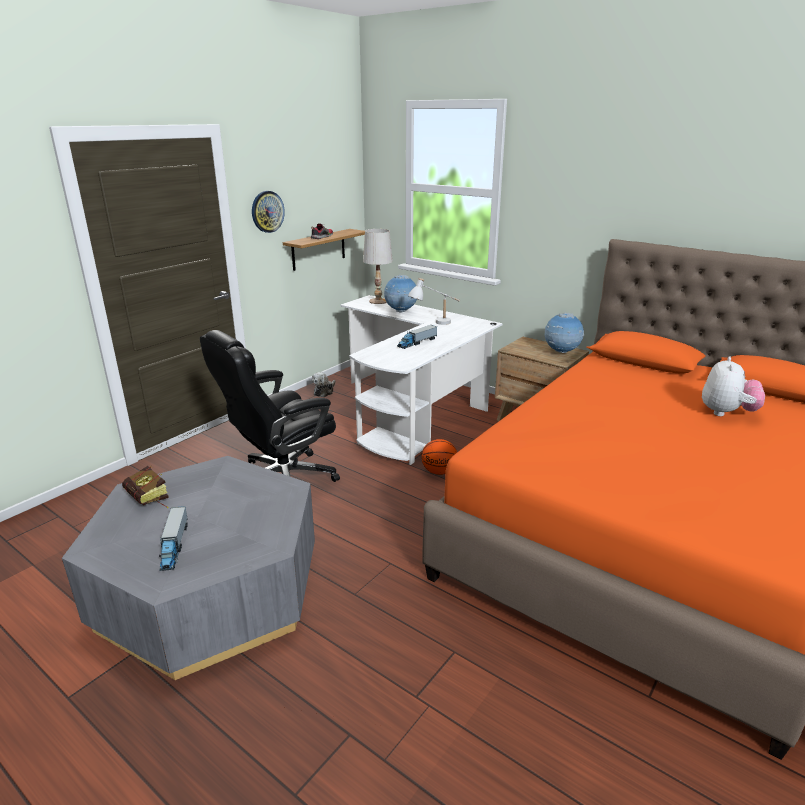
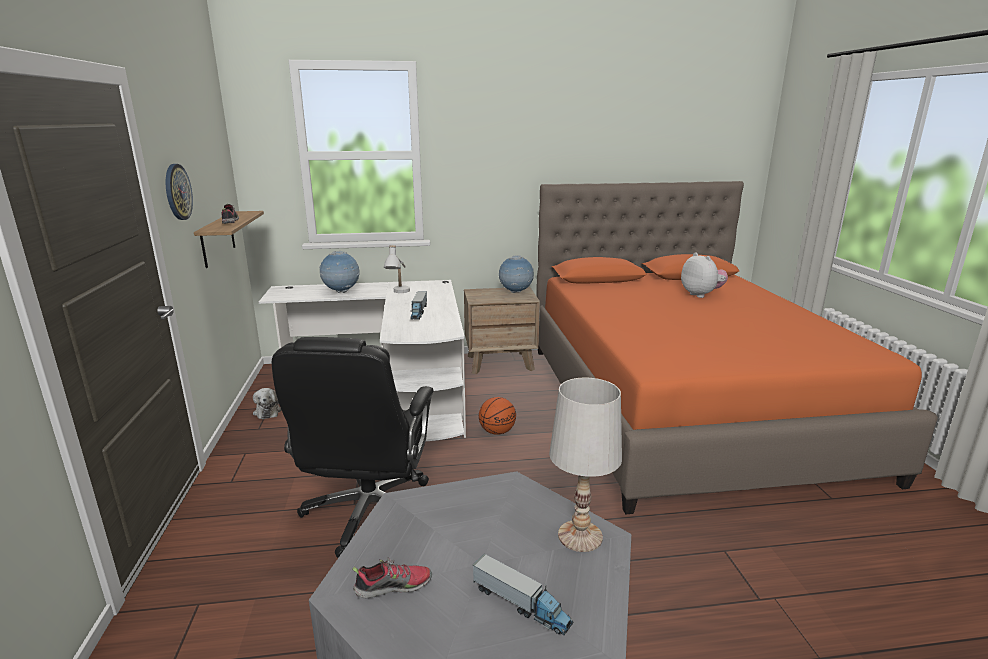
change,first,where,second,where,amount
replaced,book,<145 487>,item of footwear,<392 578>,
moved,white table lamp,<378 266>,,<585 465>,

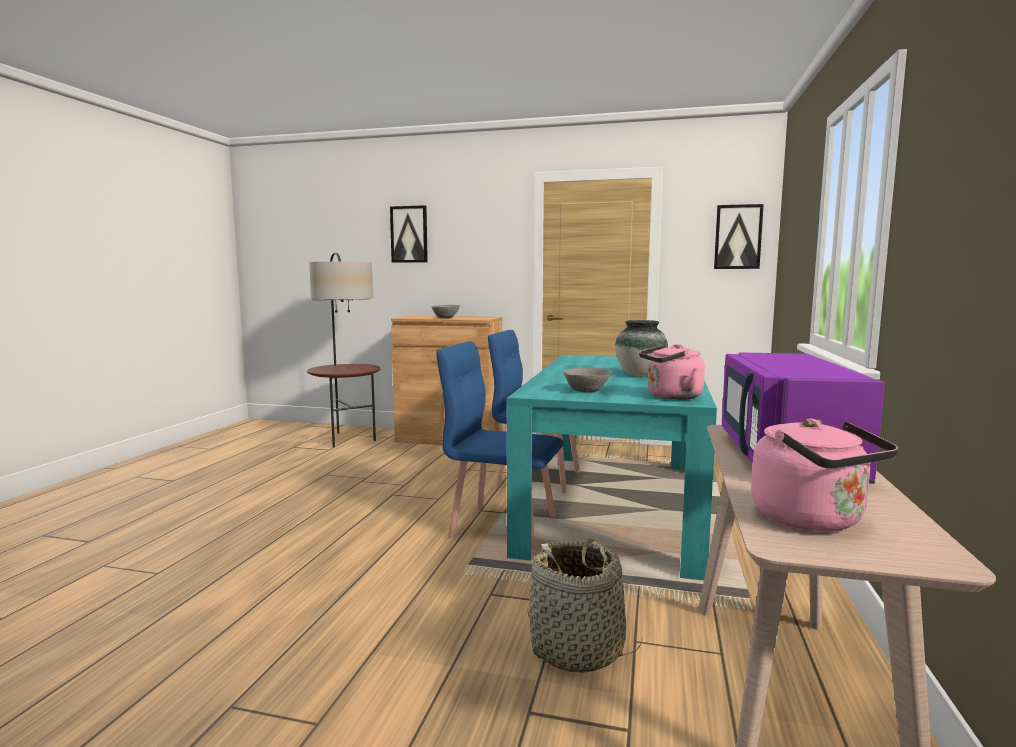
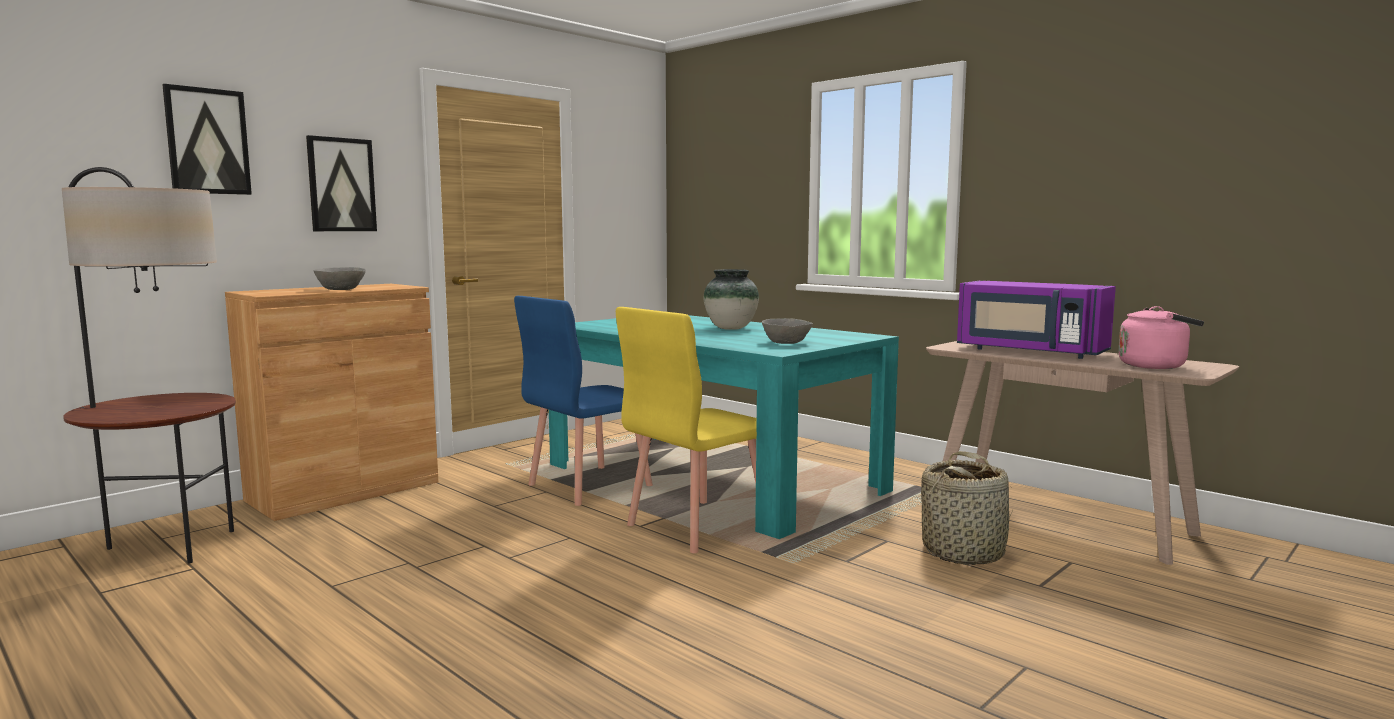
change,first,where,second,where,amount
moved,wall picture,<739 236>,,<341 183>,
recoloured,blue plain chair,<500 445>,yellow-coloured plain chair,<686 430>,
removed,pink kettle,<672 372>,,,

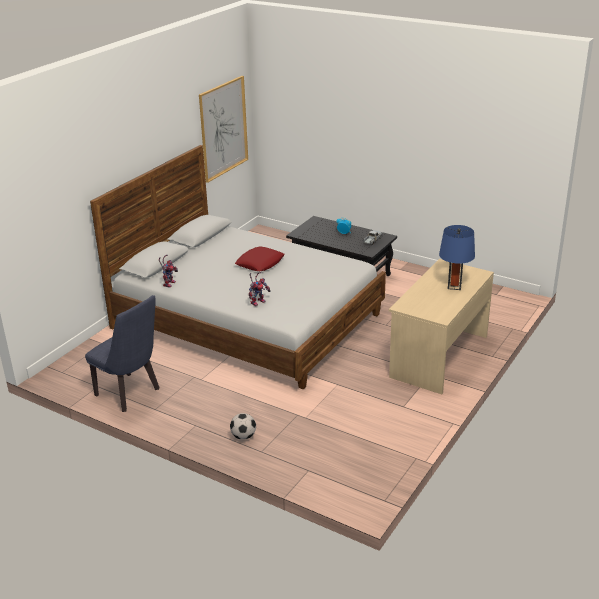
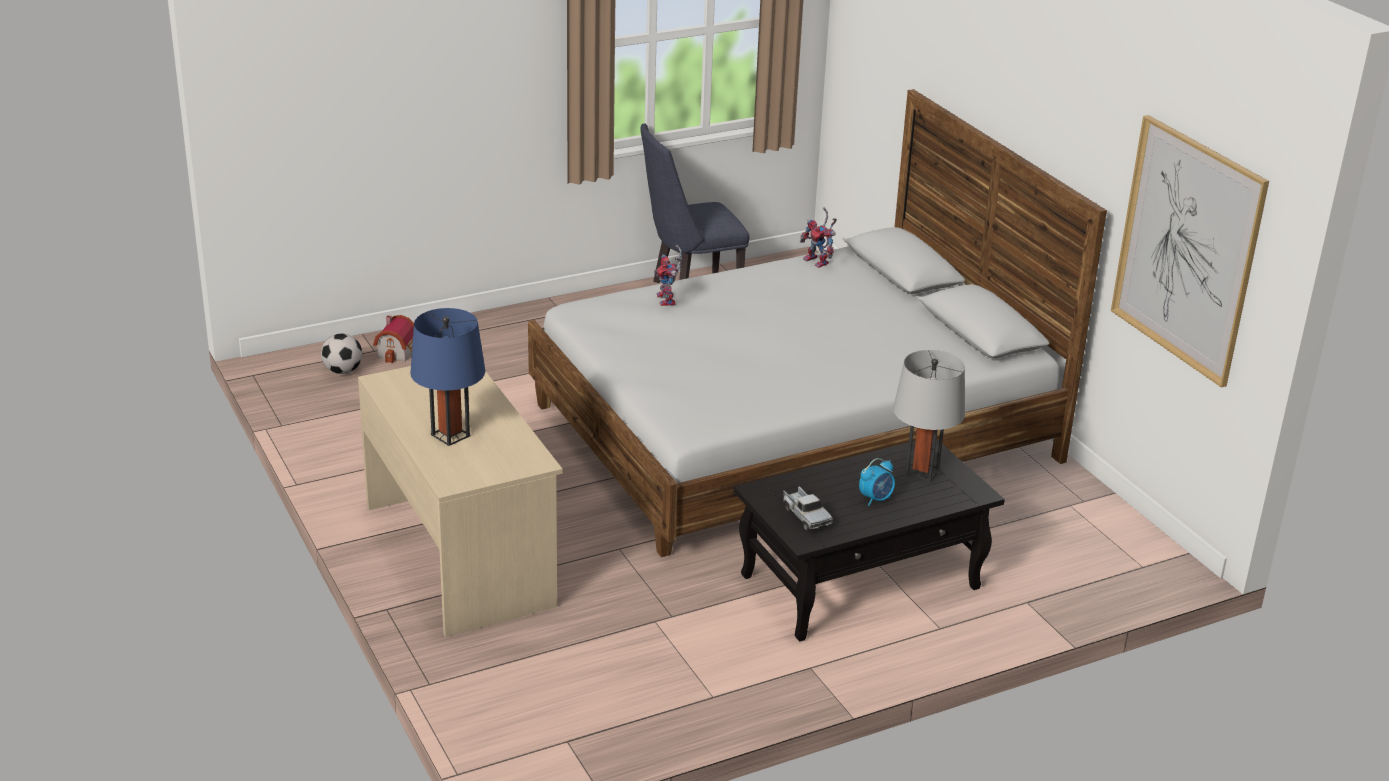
change,first,where,second,where,amount
moved,football,<243 426>,,<341 353>,
added,,,toy house,<393 339>,
added,,,gray table lamp,<929 416>,
removed,red throw pillow,<260 259>,,,

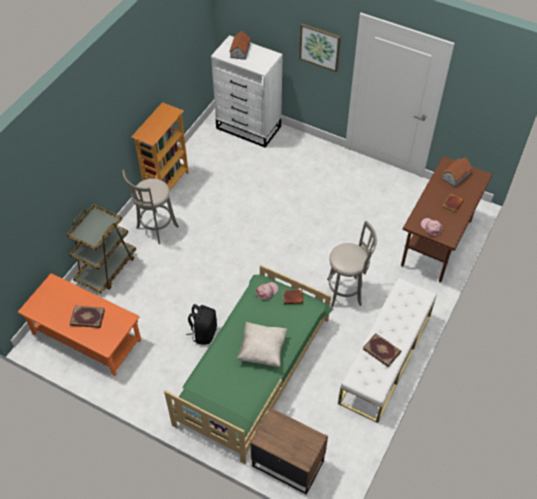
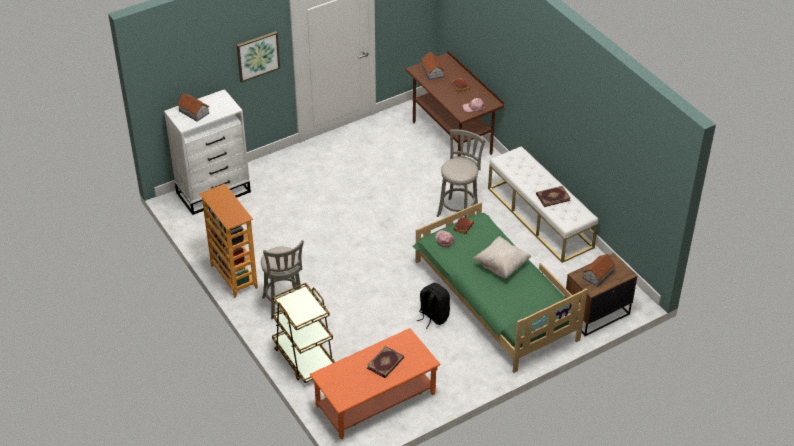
change,first,where,second,where,amount
added,,,toy house,<599 270>,

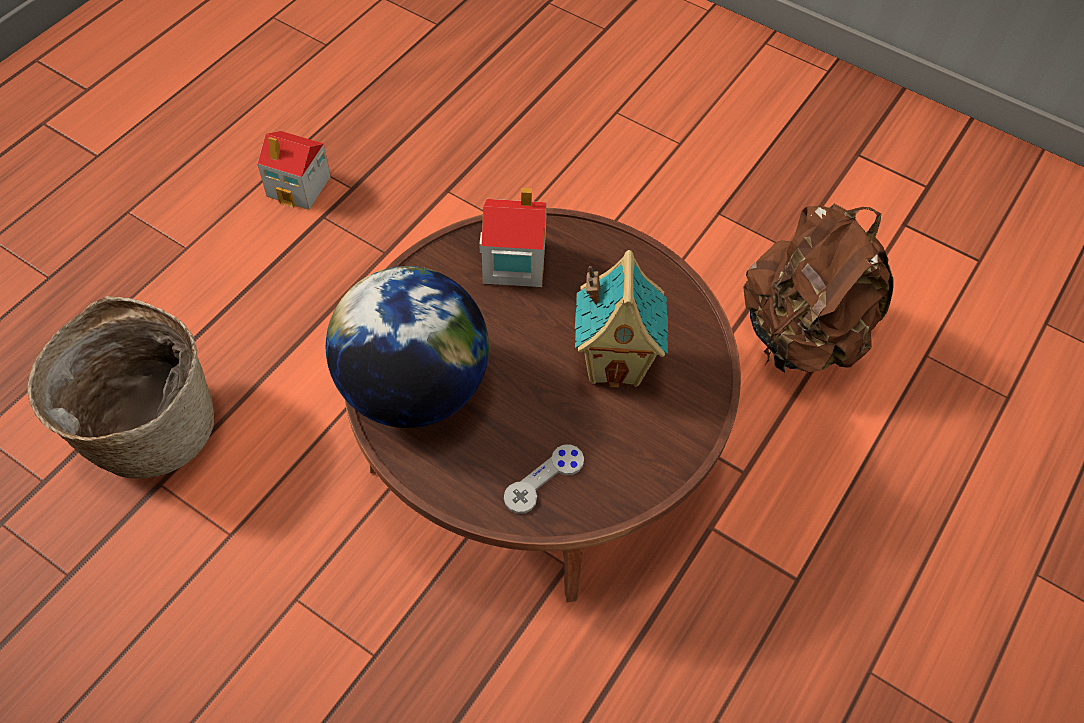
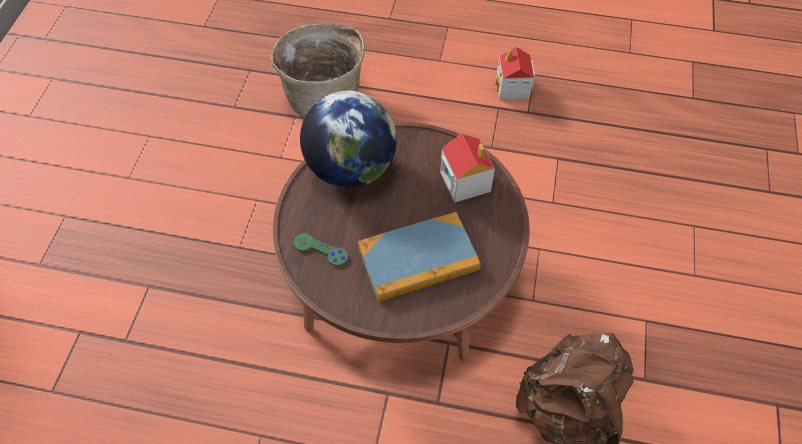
change,first,where,second,where,amount
recoloured,gray gamepad,<544 479>,greenish gamepad,<320 249>,
replaced,toy house,<621 319>,book,<419 257>,

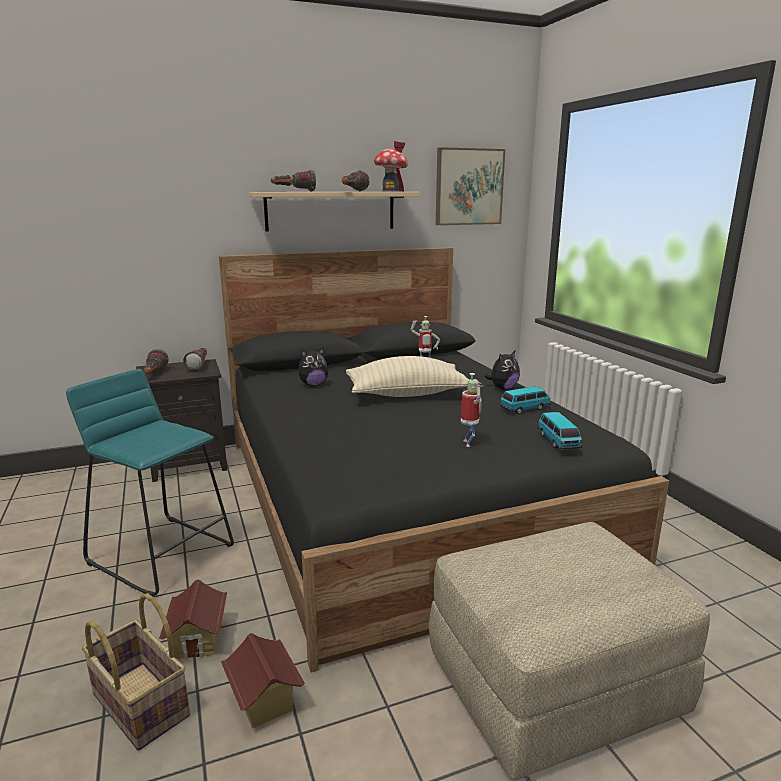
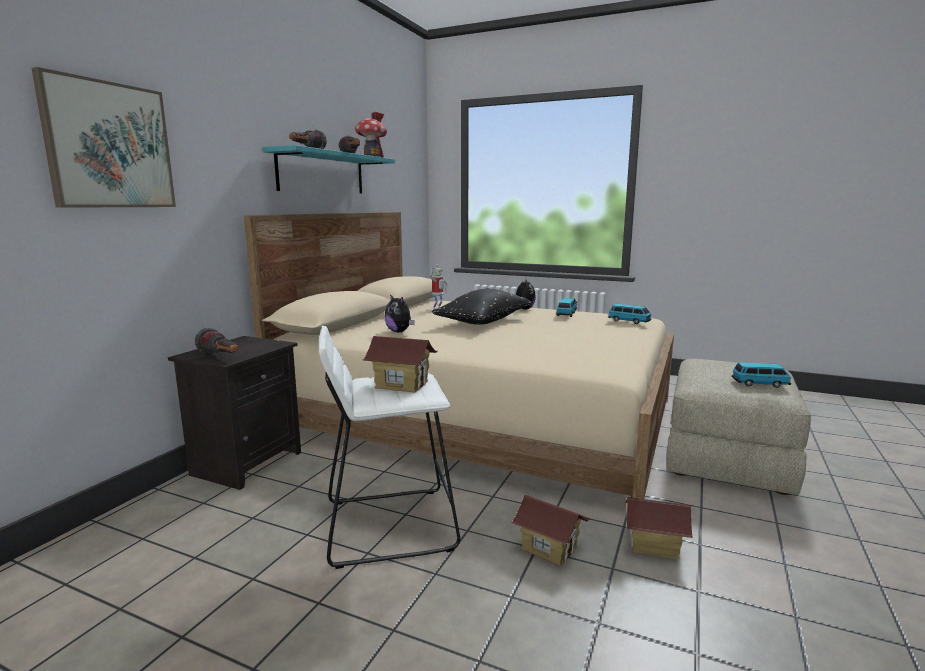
change,first,where,second,where,amount
moved,wall picture,<470 186>,,<104 137>,
recoloured,black-coloured bed,<444 460>,beige bed,<459 355>,
recoloured,beige shelf,<333 212>,blue-green shelf,<328 169>,
recoloured,blue-green stool,<150 483>,white stool,<389 447>,
added,,,toy house,<400 364>,
turned,soft toy,<313 366>,,<400 313>,120 degrees clockwise
recoloured,beige throw pillow,<407 376>,black-coloured throw pillow,<482 307>,
added,,,toy car,<761 375>,
removed,household basket,<136 672>,,,
removed,hand torch,<195 360>,,,
removed,model robot,<472 410>,,,

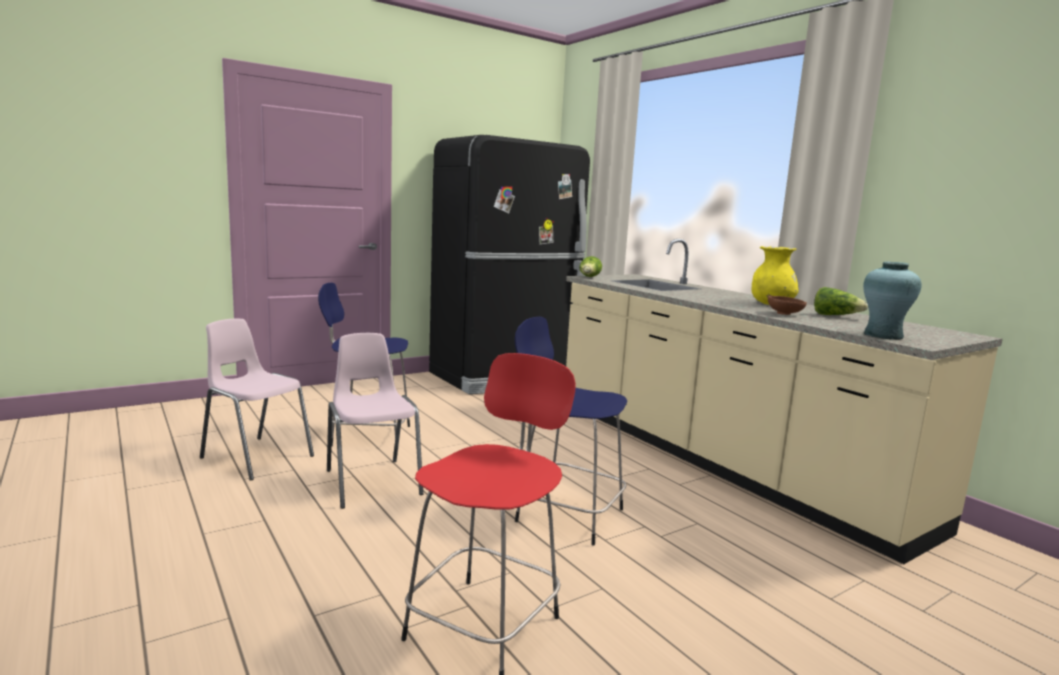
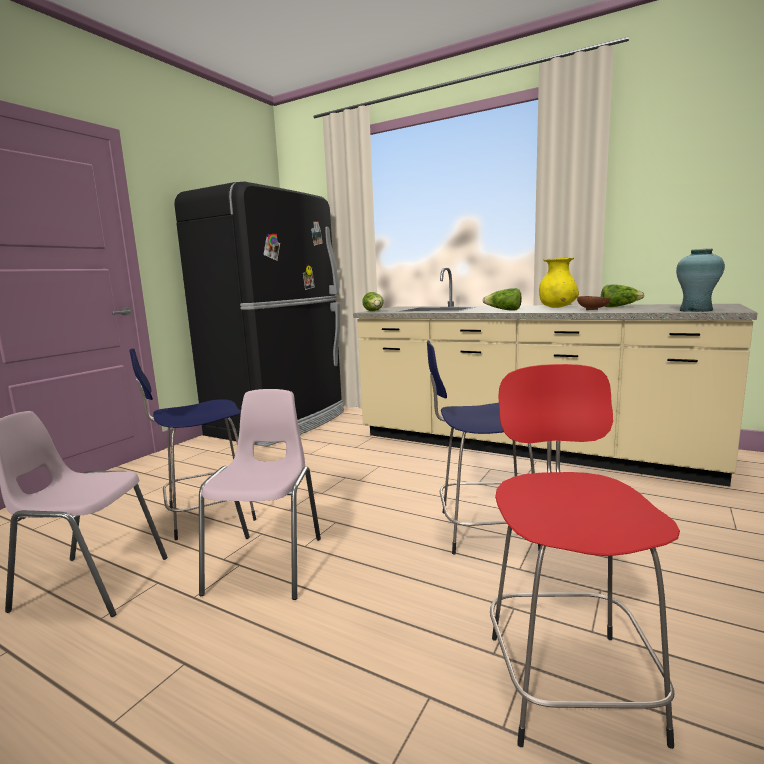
change,first,where,second,where,amount
turned,pink plain chair,<375 421>,,<260 494>,60 degrees clockwise
added,,,lettuce head,<502 299>,

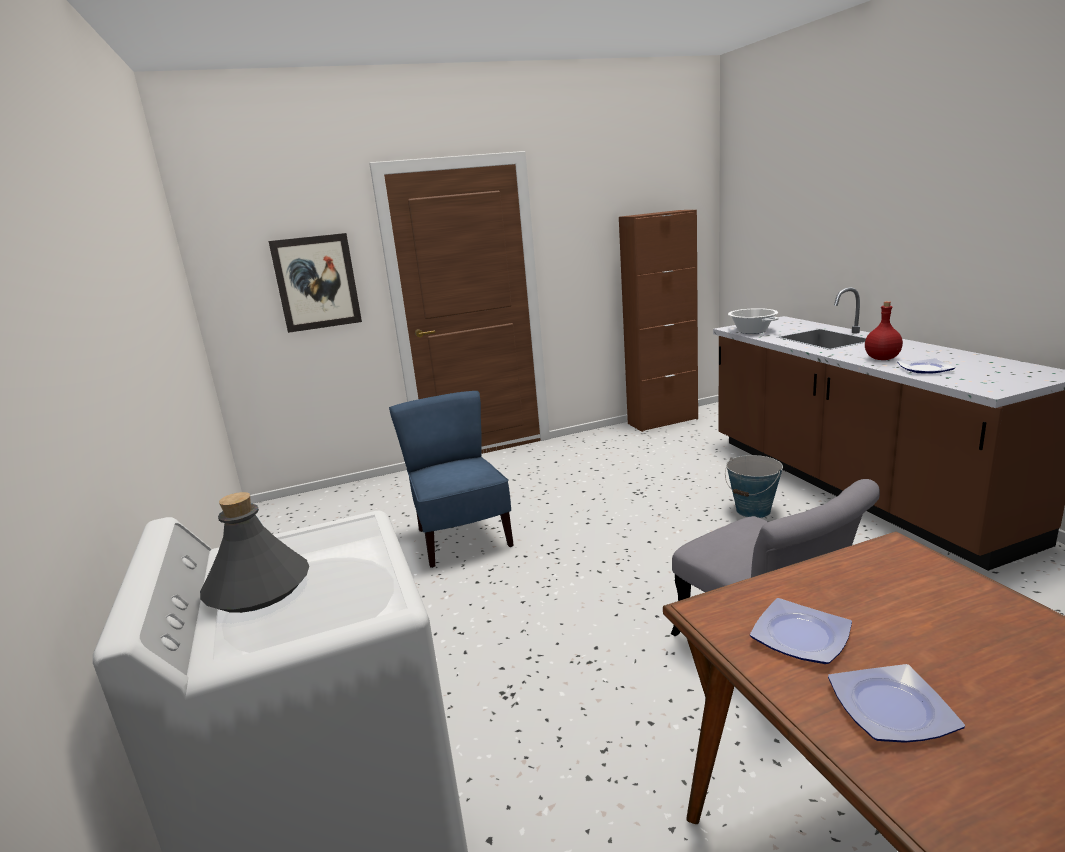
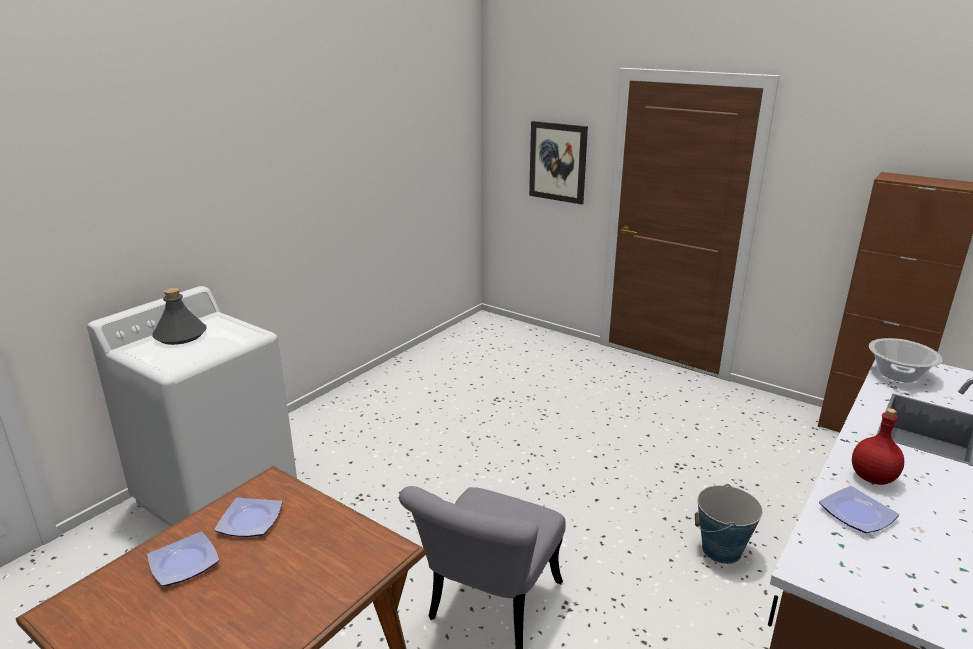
change,first,where,second,where,amount
removed,blue plain chair,<451 479>,,,

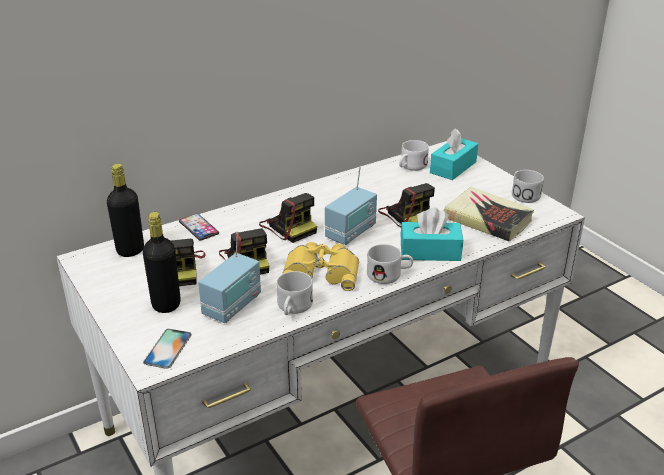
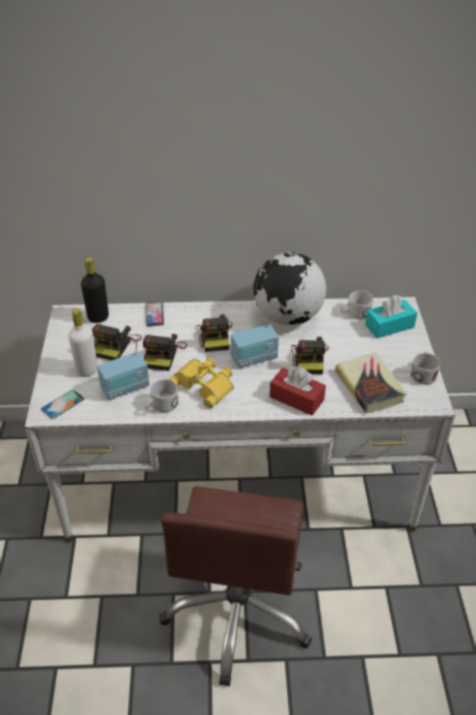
change,first,where,second,where,amount
recoloured,black-coloured bottle,<162 262>,white bottle,<83 342>,
added,,,world globe,<289 289>,
recoloured,blue-green tissue holder,<431 234>,red tissue holder,<298 391>,
removed,white coffee mug,<390 264>,,,

